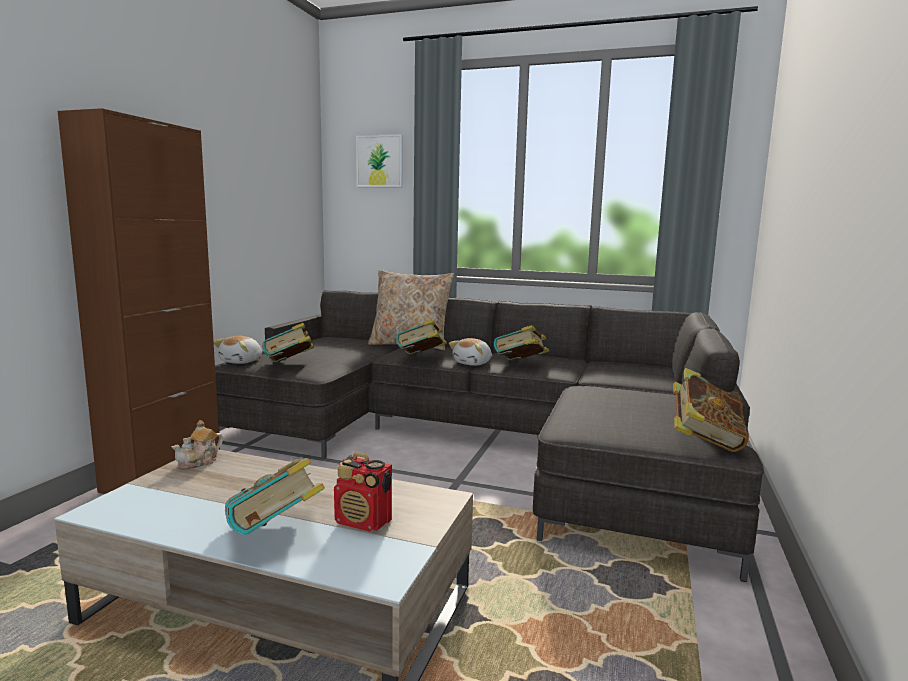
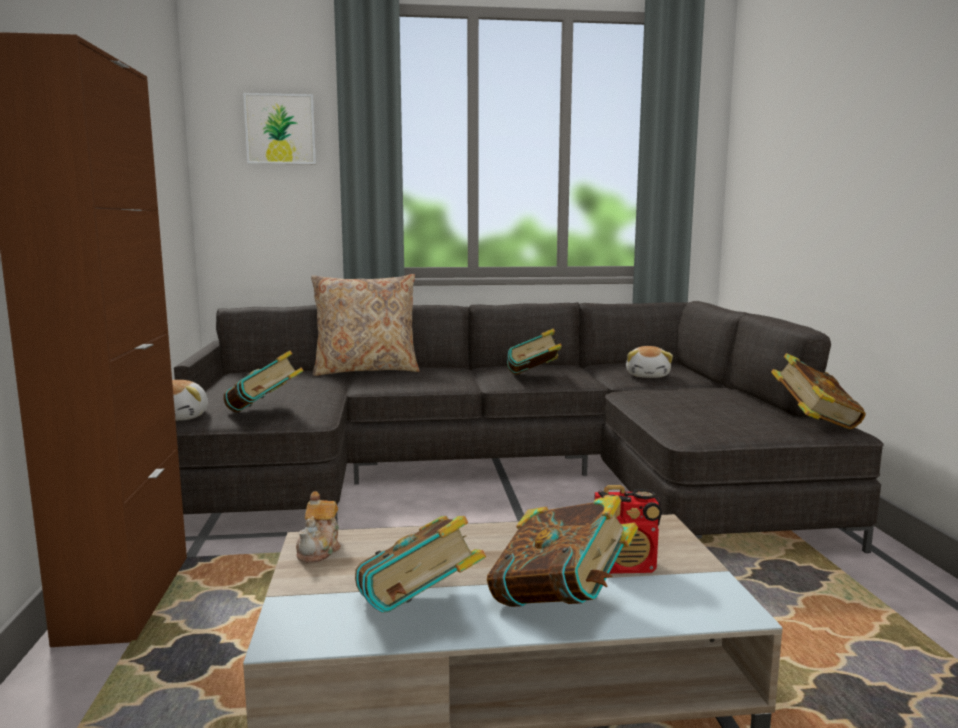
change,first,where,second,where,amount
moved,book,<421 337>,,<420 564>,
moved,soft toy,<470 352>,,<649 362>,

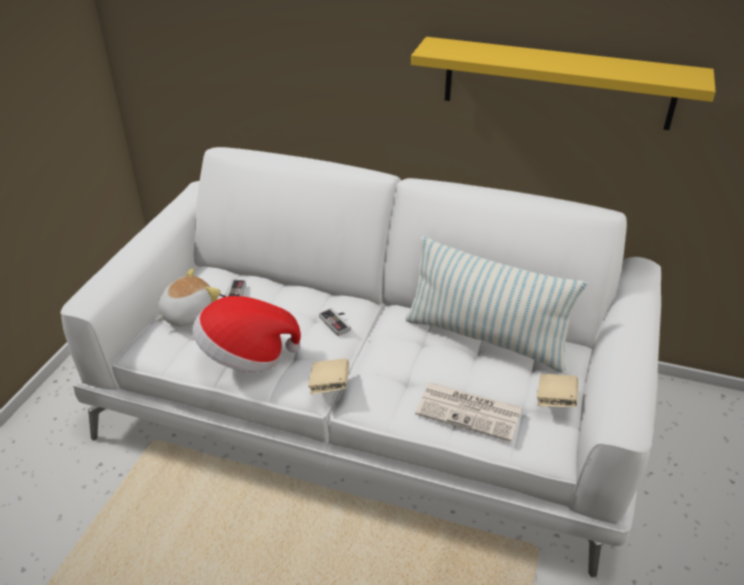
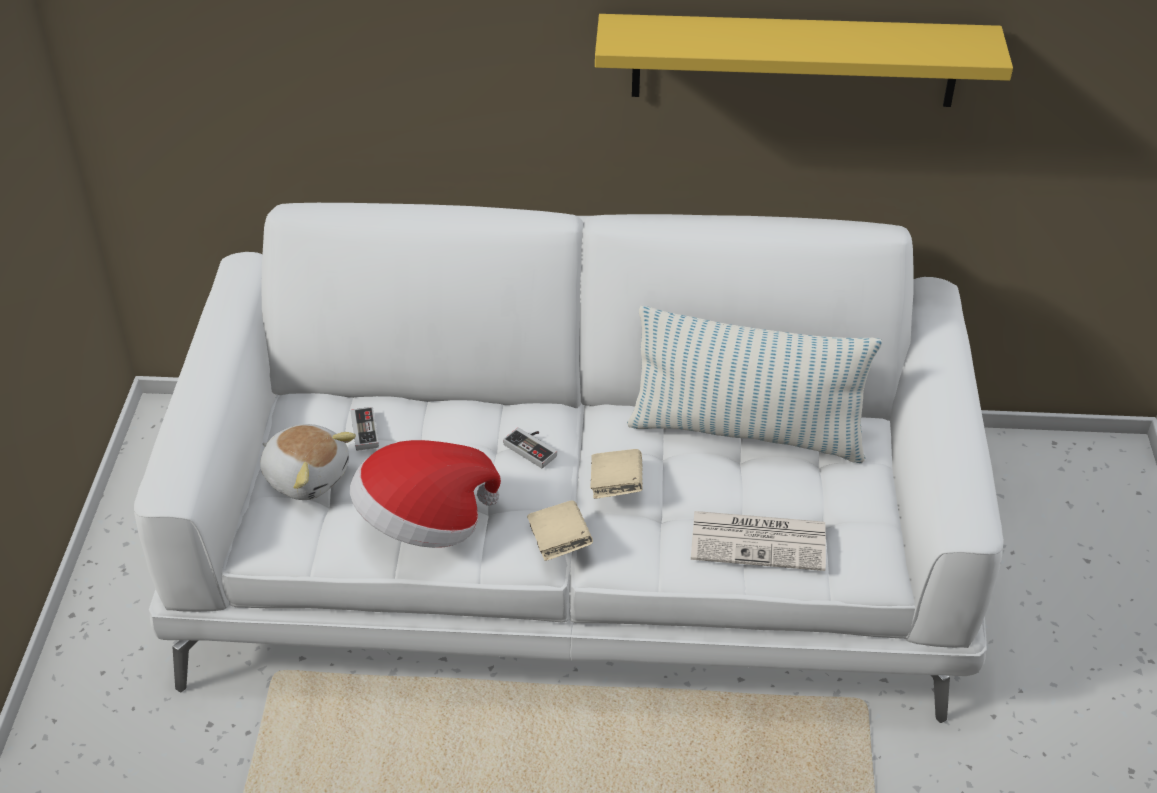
change,first,where,second,where,amount
turned,soft toy,<188 297>,,<308 462>,90 degrees clockwise
moved,beige book,<557 390>,,<616 474>,

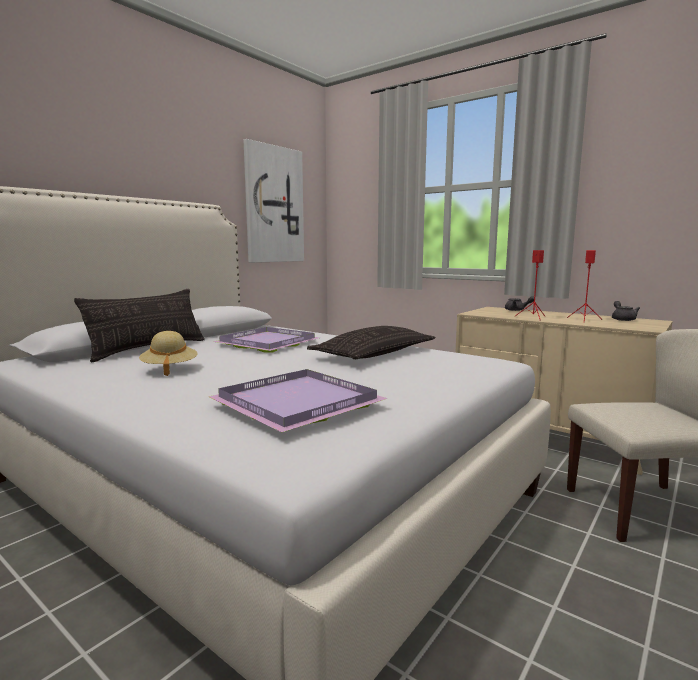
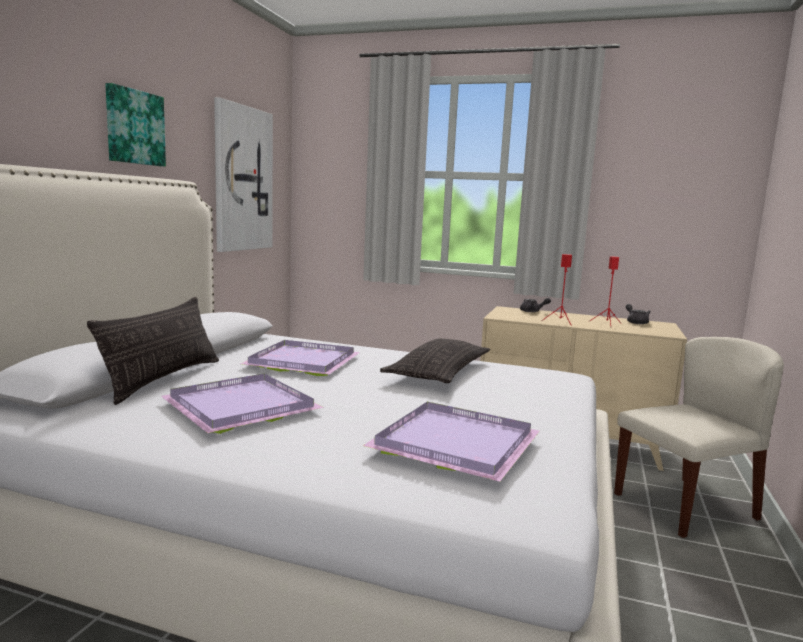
change,first,where,second,where,amount
added,,,wall picture,<135 125>,
replaced,beige wearable hat,<168 353>,purple-coloured carrying tray,<242 404>,

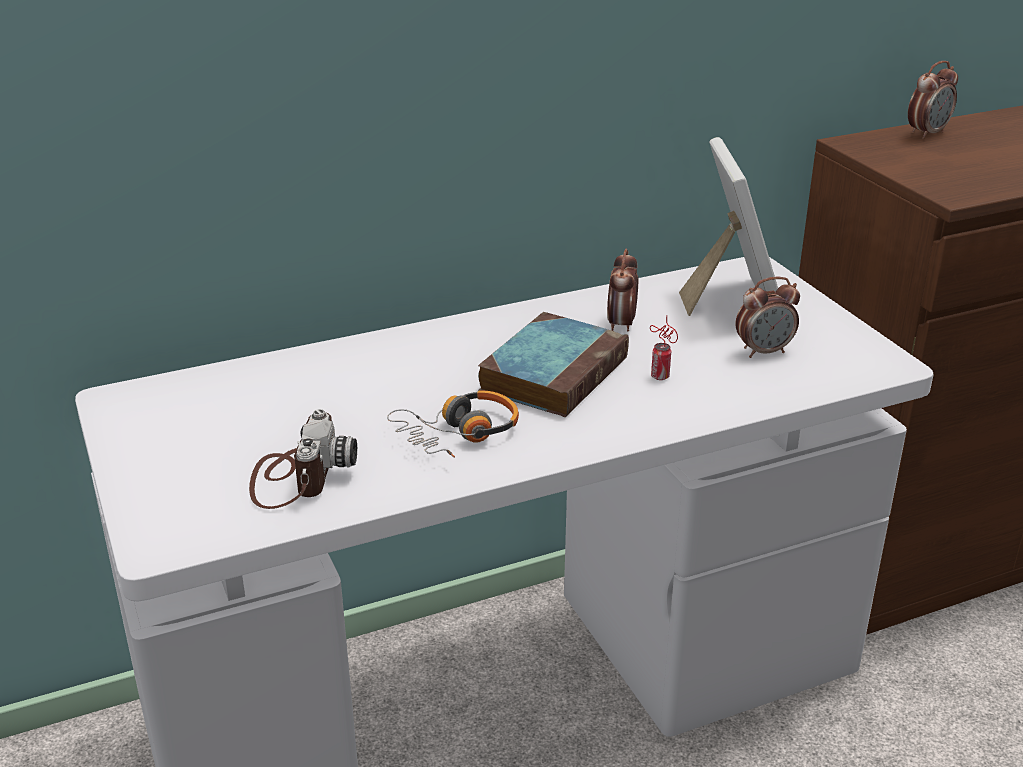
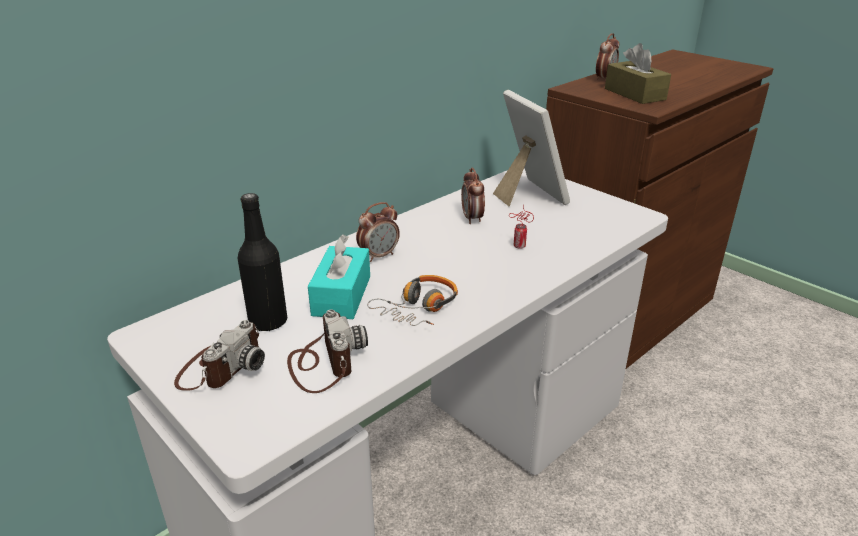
change,first,where,second,where,amount
added,,,photo camera,<219 355>,
added,,,black-coloured bottle,<262 262>,
added,,,blue-green tissue holder,<339 276>,
moved,table clock,<767 317>,,<378 232>,
added,,,brown-coloured tissue holder,<638 73>,
removed,book,<553 364>,,,

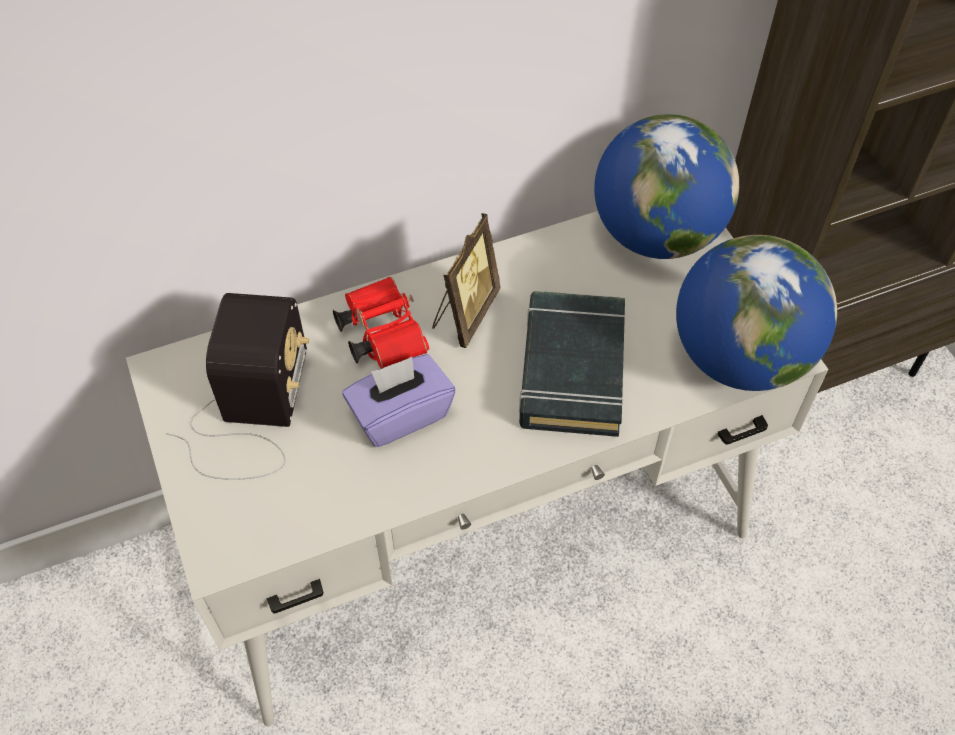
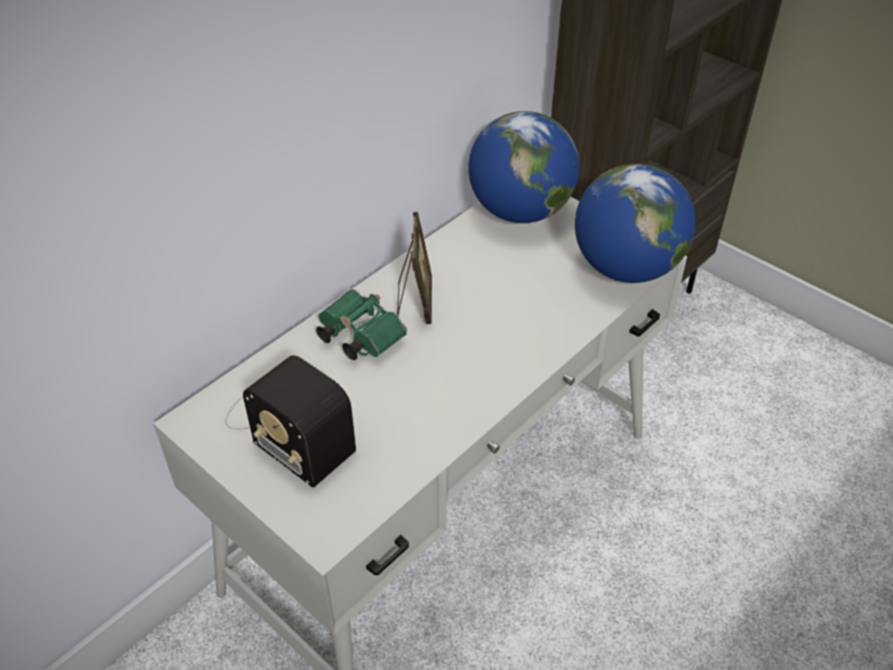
change,first,where,second,where,amount
turned,radio receiver,<237 386>,,<290 421>,150 degrees clockwise
recoloured,red pair of binoculars,<381 323>,greenish pair of binoculars,<361 324>,
removed,purple-coloured tissue holder,<398 400>,,,
removed,black-coloured book,<572 364>,,,

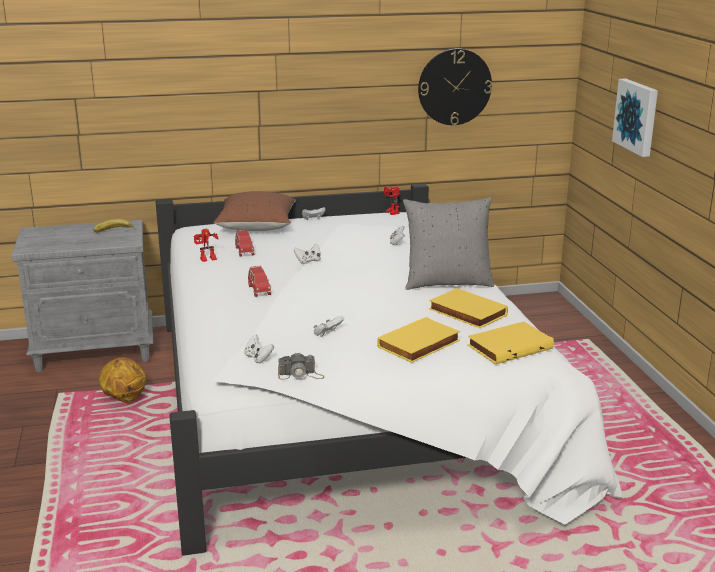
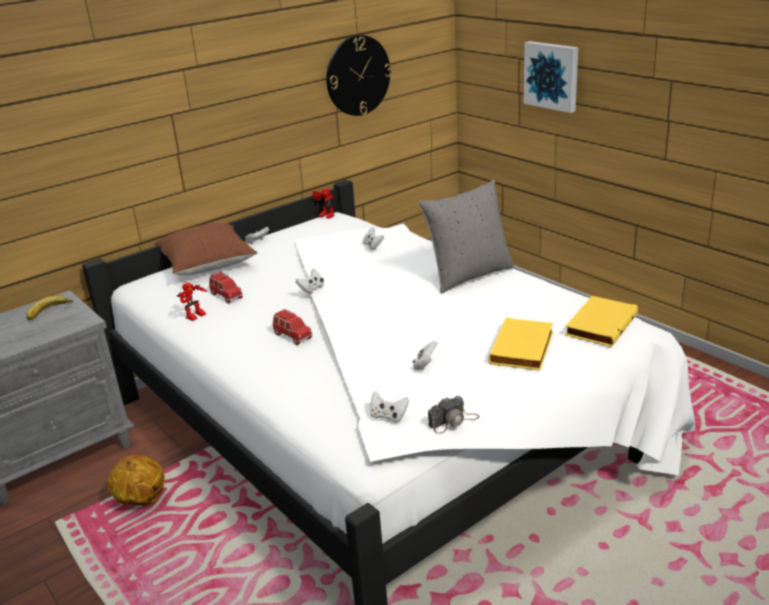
change,first,where,second,where,amount
removed,yellow-coloured book,<468 308>,,,

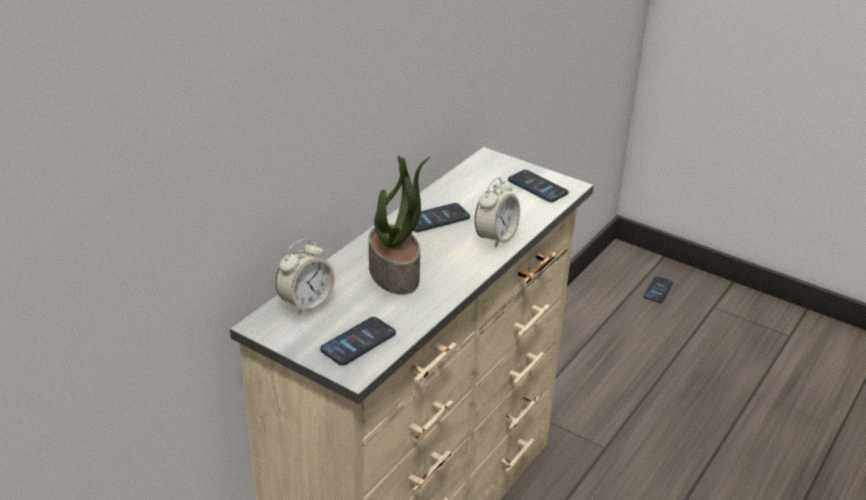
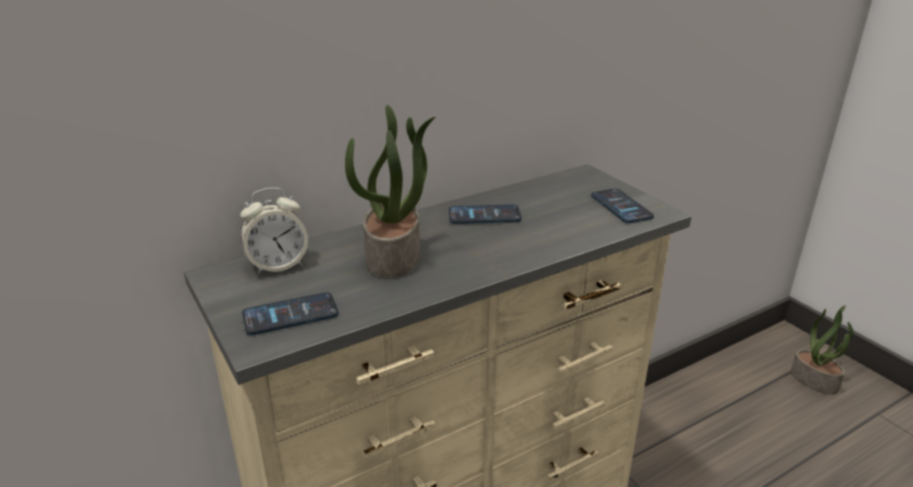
change,first,where,second,where,amount
replaced,phone,<658 289>,houseplant,<822 349>,
removed,table clock,<497 212>,,,

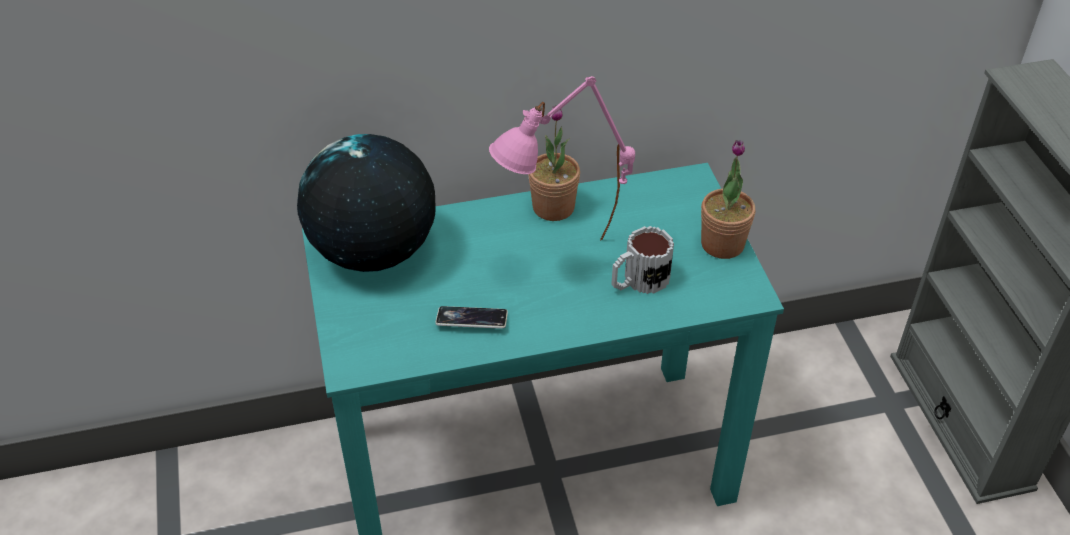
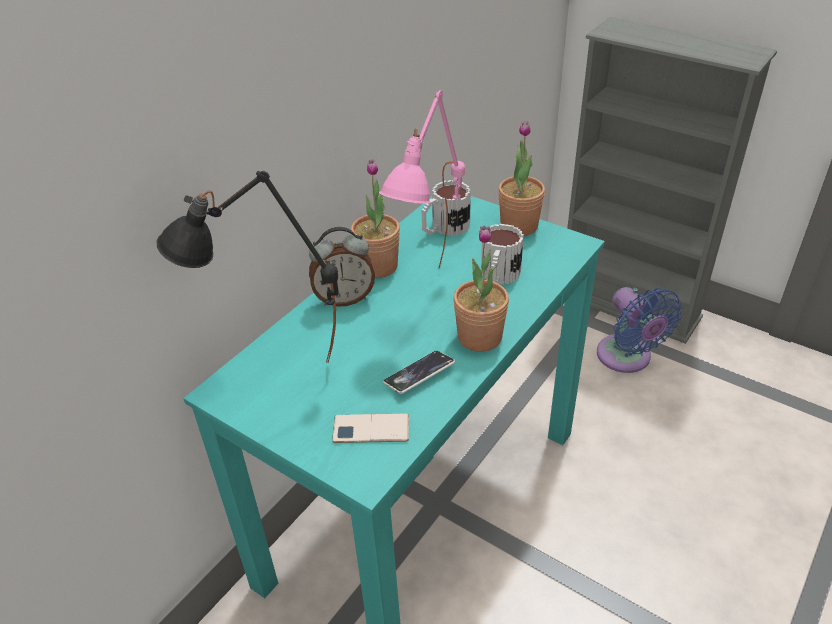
change,first,where,second,where,amount
replaced,world globe,<366 203>,black-coloured table lamp,<247 267>,
added,,,table clock,<342 267>,
added,,,phone,<370 428>,
added,,,coffee mug,<446 208>,
added,,,houseplant,<481 288>,
added,,,blue fan,<639 330>,

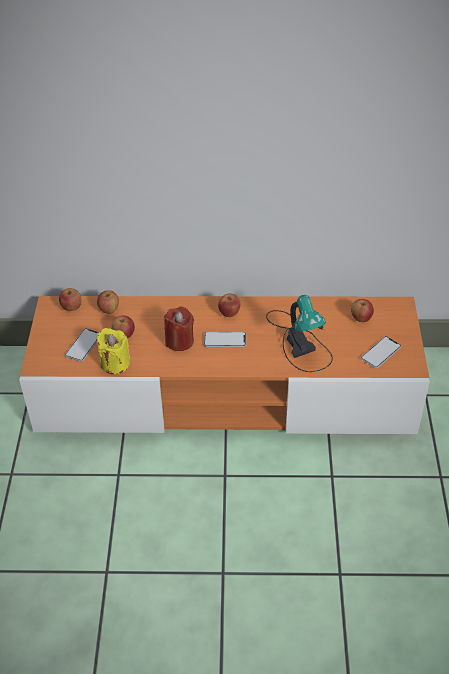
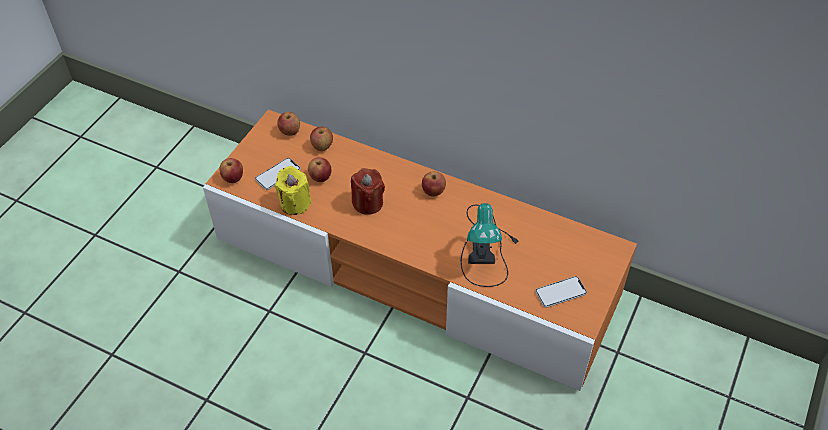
change,first,where,second,where,amount
moved,apple fruit,<362 310>,,<231 170>,
removed,phone,<225 339>,,,

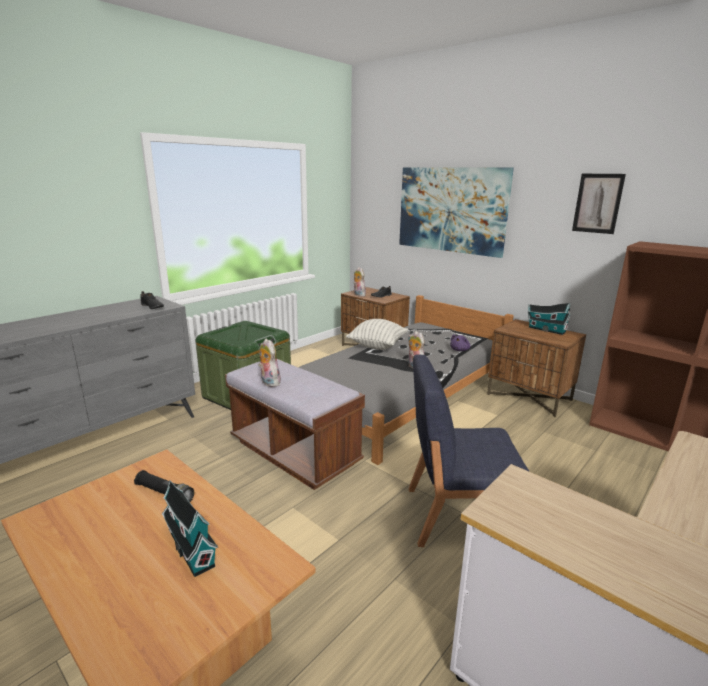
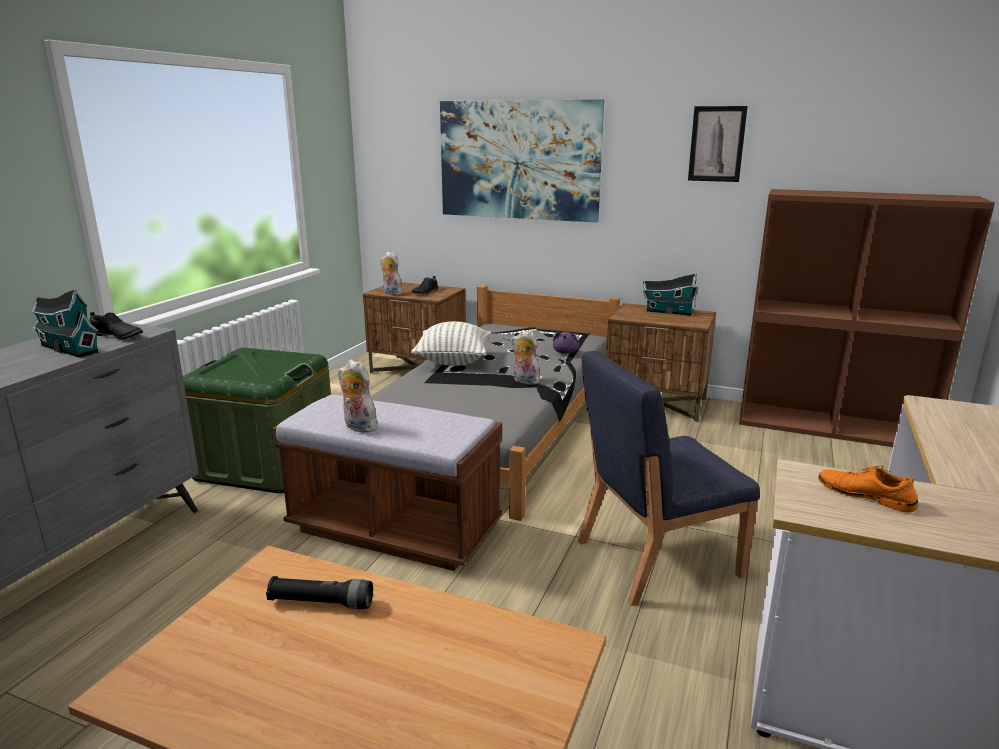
change,first,where,second,where,amount
moved,toy house,<190 528>,,<65 323>,
added,,,orange item of footwear,<868 489>,

